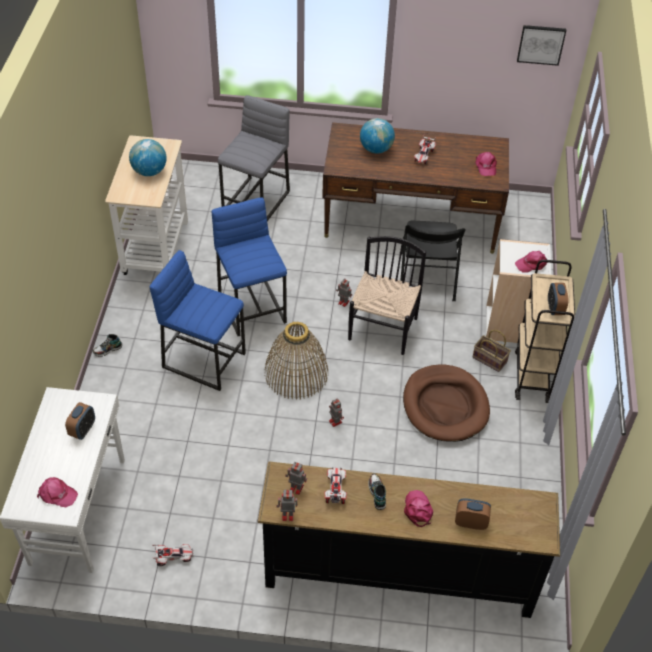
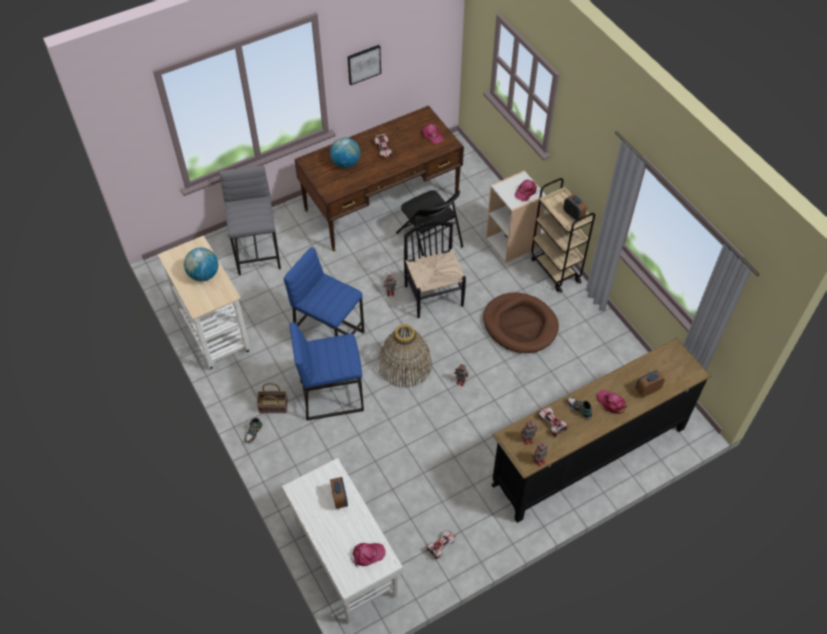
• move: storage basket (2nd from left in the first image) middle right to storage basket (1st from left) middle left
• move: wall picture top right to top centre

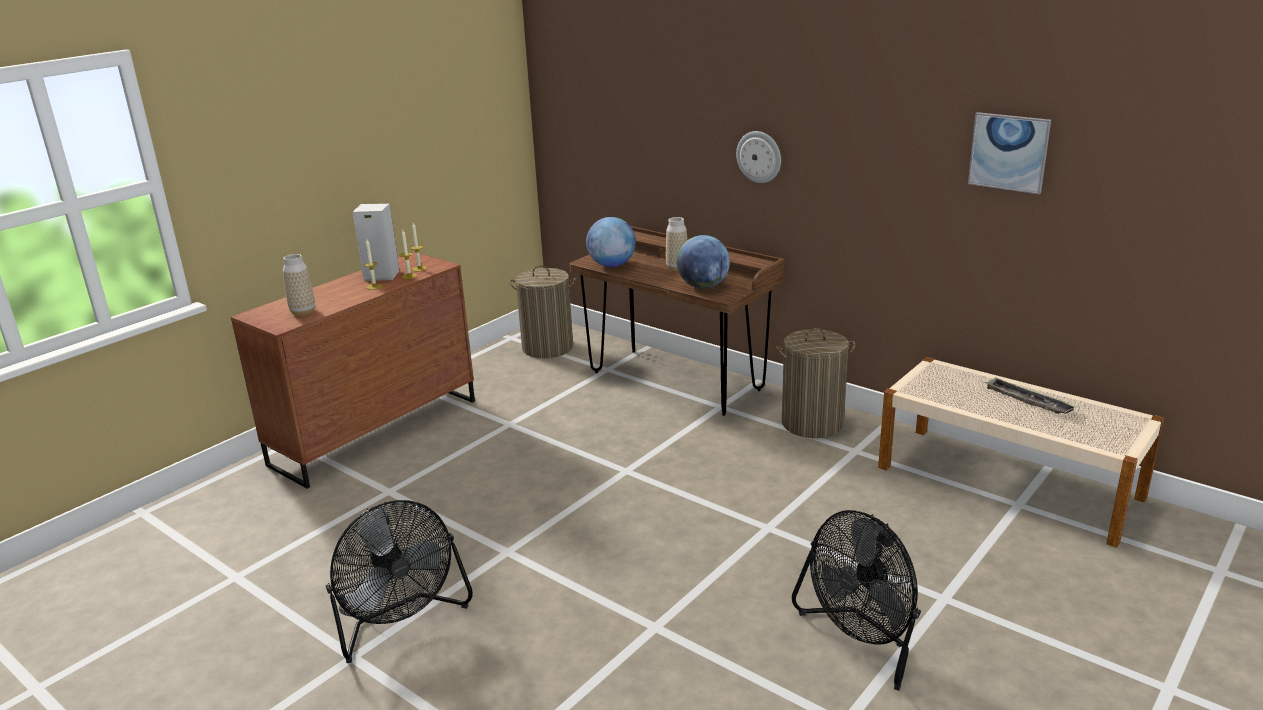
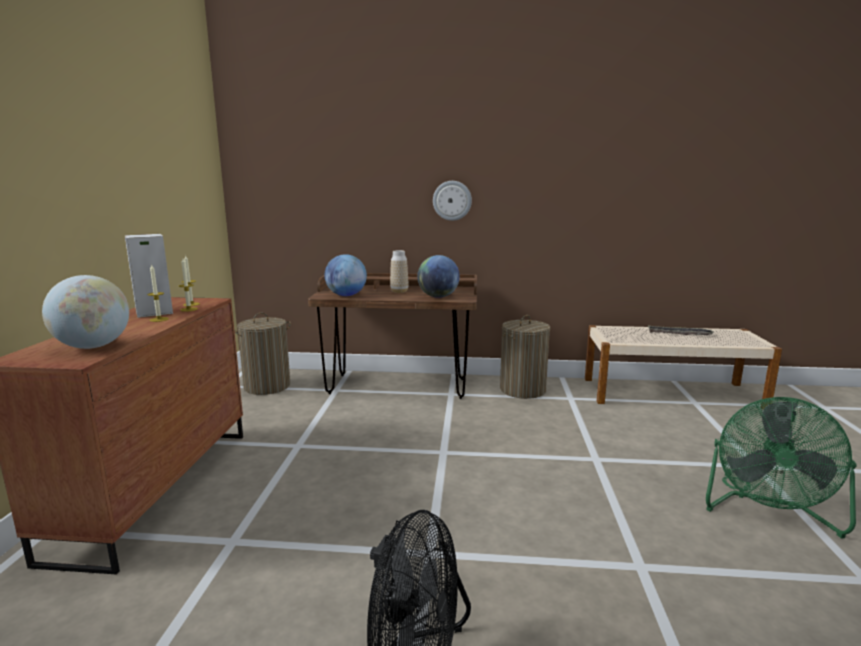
• delete: wall picture top right
• replace: flower vase (1st from left) middle left to globe (1st from left) middle left
• recolor: blackish electric fan (2nd from left) bottom right to green electric fan bottom right

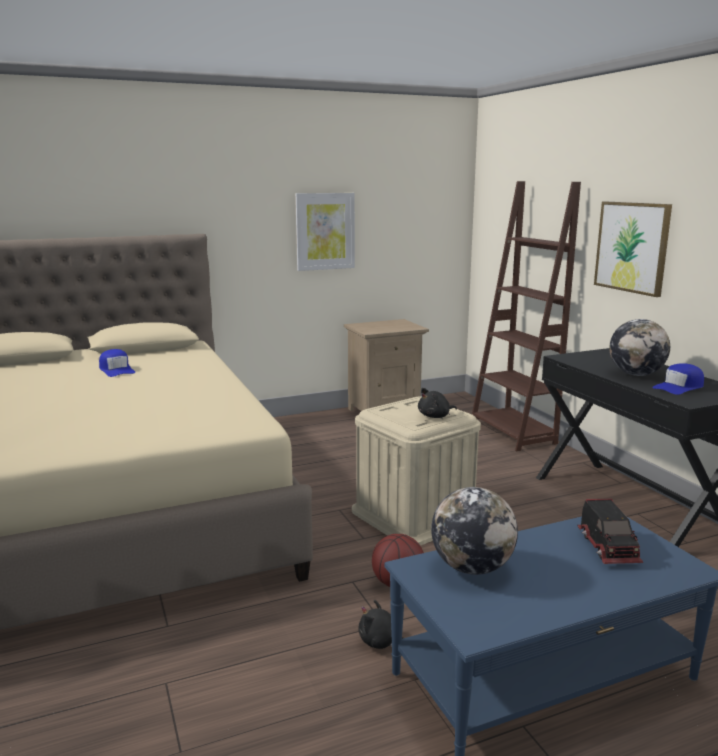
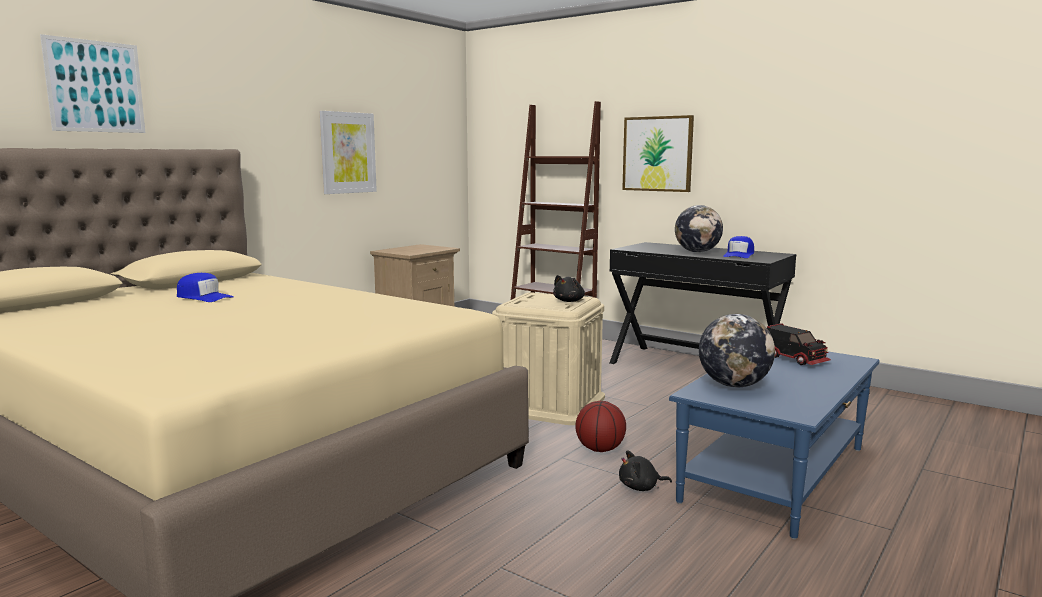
• insert: wall picture (1st from left) top left

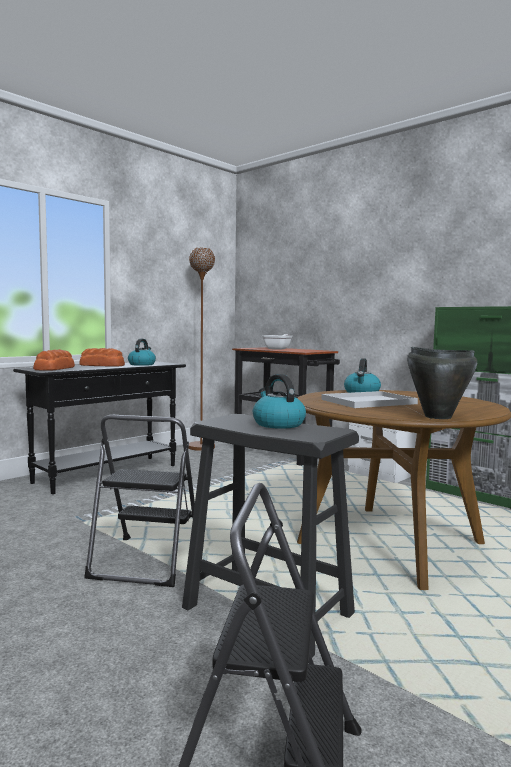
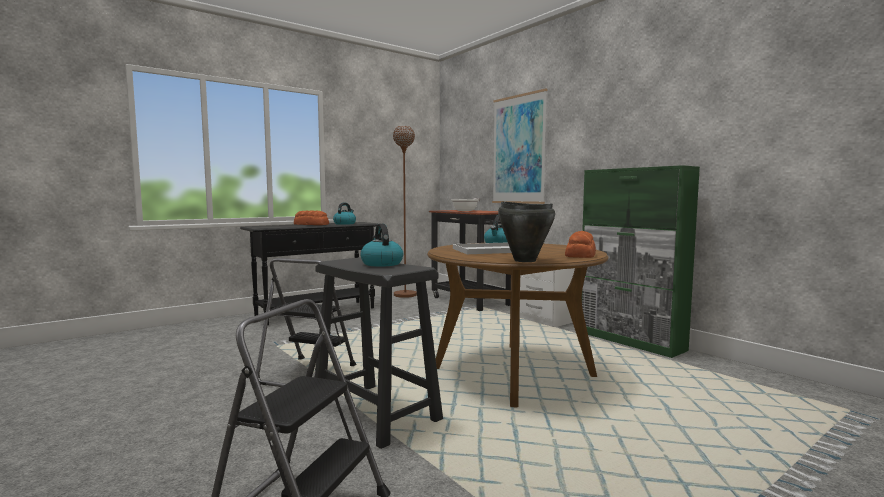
• insert: wall picture top centre
• move: baked bread (1st from left in the first image) middle left to baked bread (2nd from left) centre

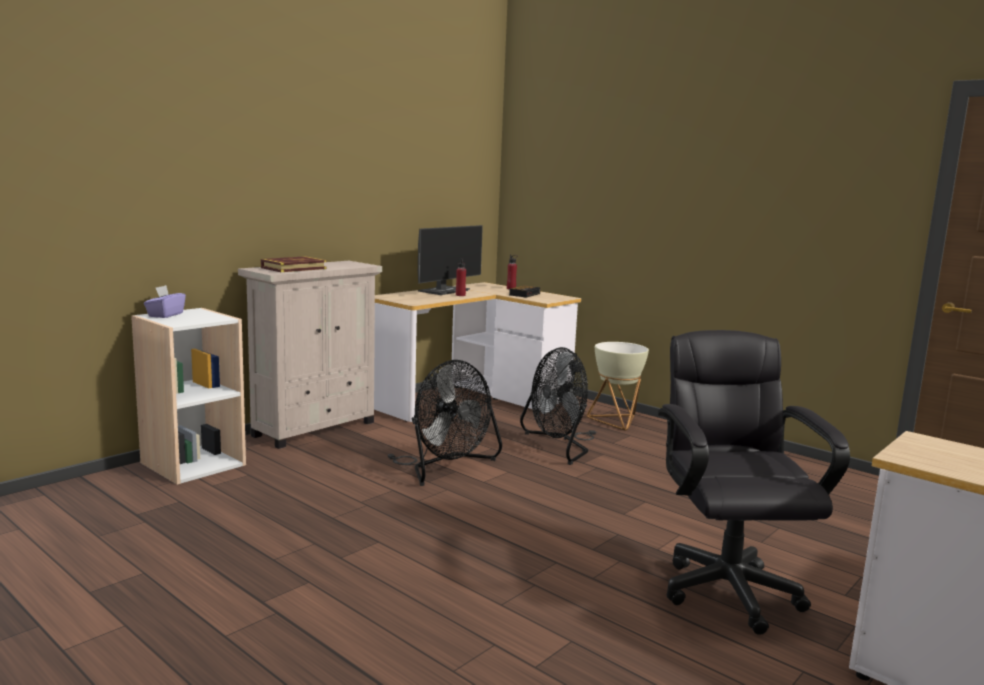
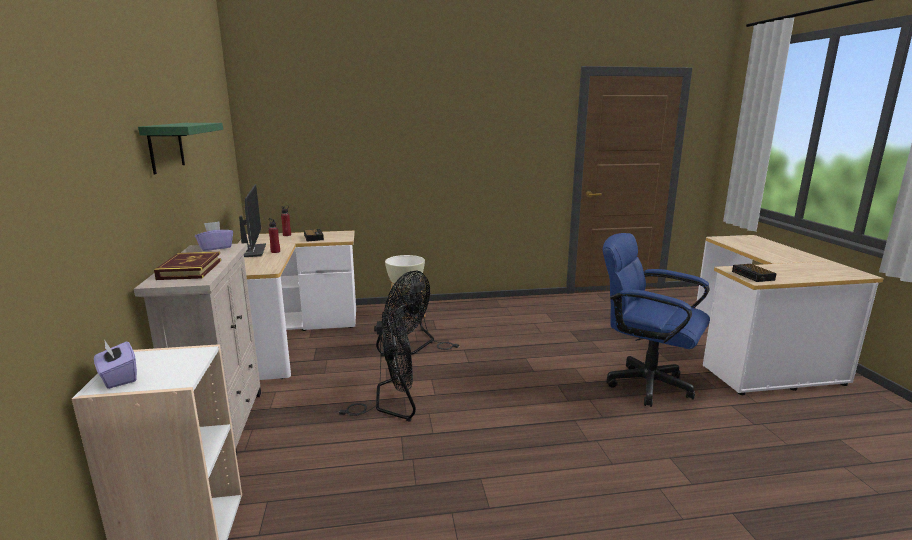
• insert: green bracket shelf top left
• insert: purplish tissue holder (2nd from left) middle left
• insert: table clock (2nd from left) middle right
• recolor: blackish desk chair bottom right to blue-coloured desk chair middle right
• rotate: blackish electric fan (2nd from left) centre = centre 105 degrees clockwise

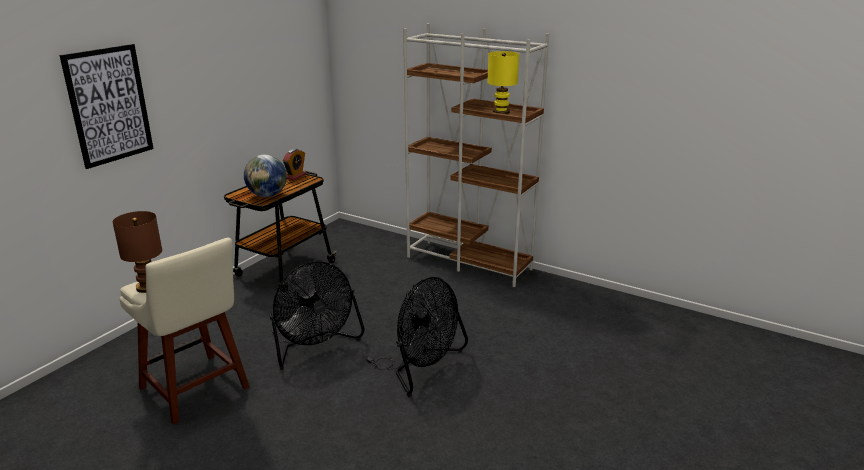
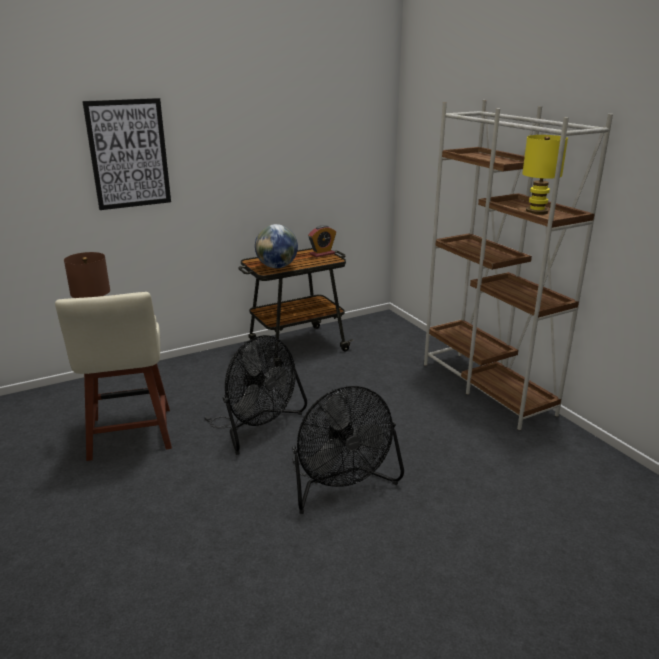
• rotate: blackish electric fan (1st from left) bottom centre = centre 45 degrees counterclockwise

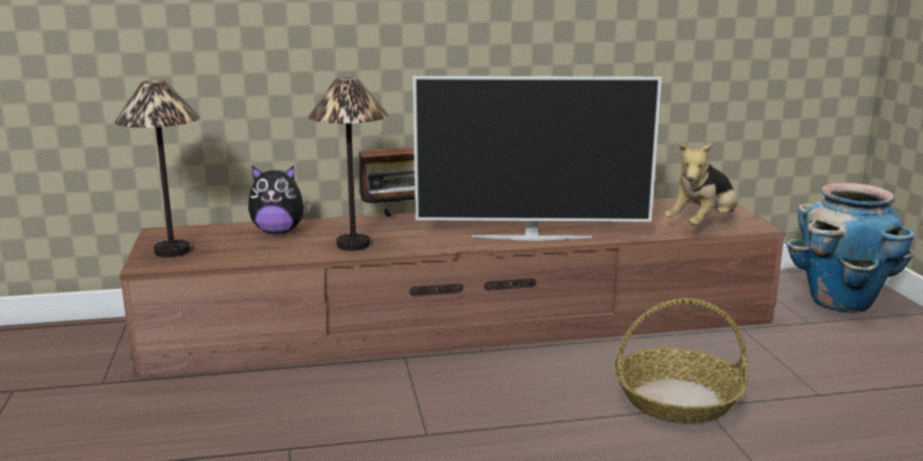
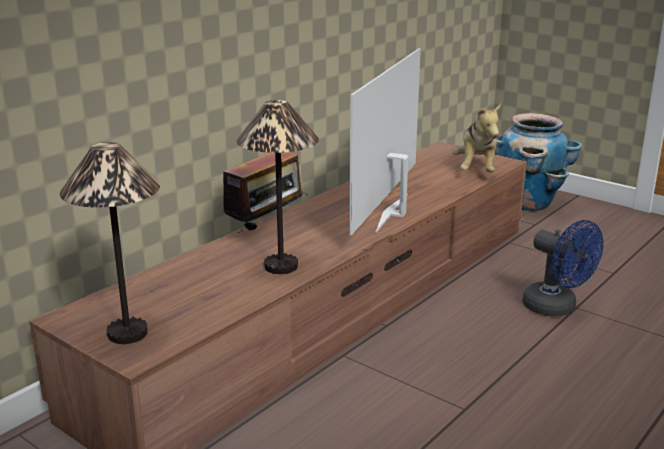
• delete: plush toy (1st from left) middle left
• replace: storage basket bottom right to blue-coloured electric fan middle right
• rotate: TV centre = top centre 150 degrees clockwise

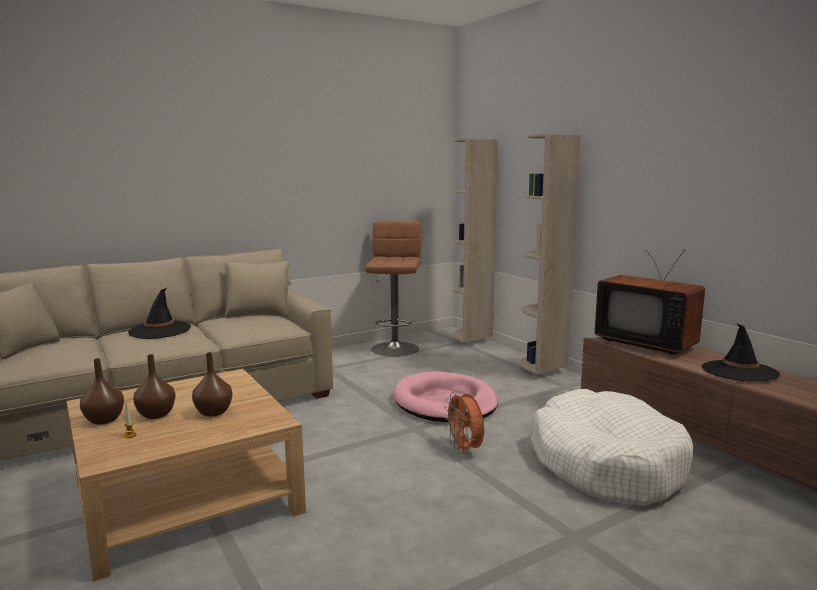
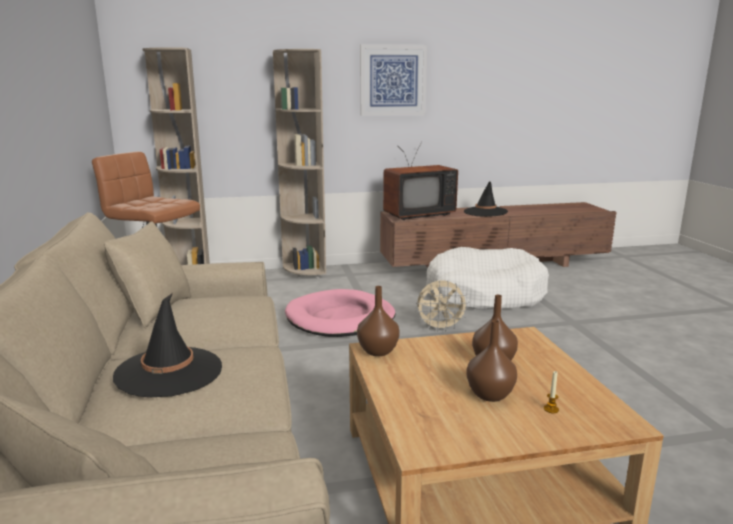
• insert: wall picture top centre
• move: brownish flower vase (1st from left) middle left to centre
• recolor: orange-coloured electric fan bottom centre to sand-coloured electric fan centre

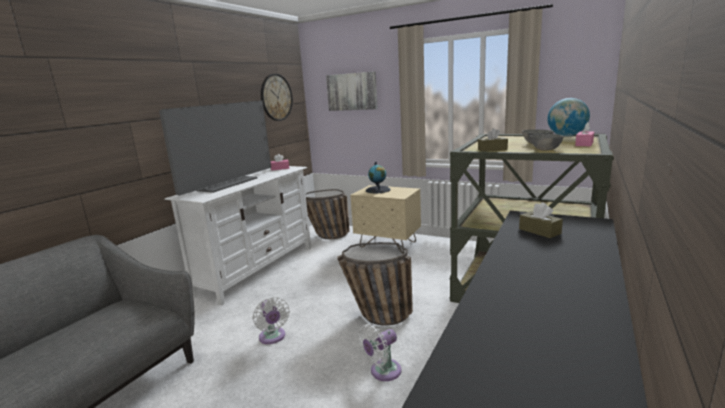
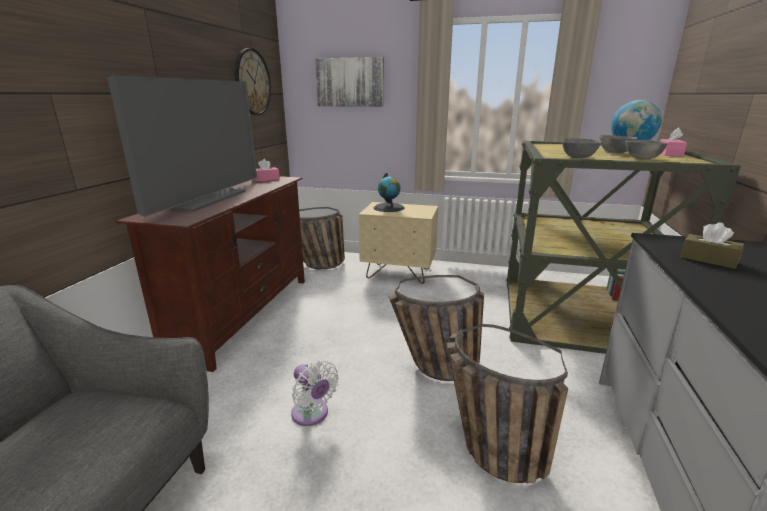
• replace: whitish electric fan (2nd from left) bottom centre to storage basket (3rd from left) bottom centre
• replace: brownish tissue holder (1st from left) middle right to greyish bowl (1st from left) top right
• recolor: whitish media console middle left to brownish media console middle left

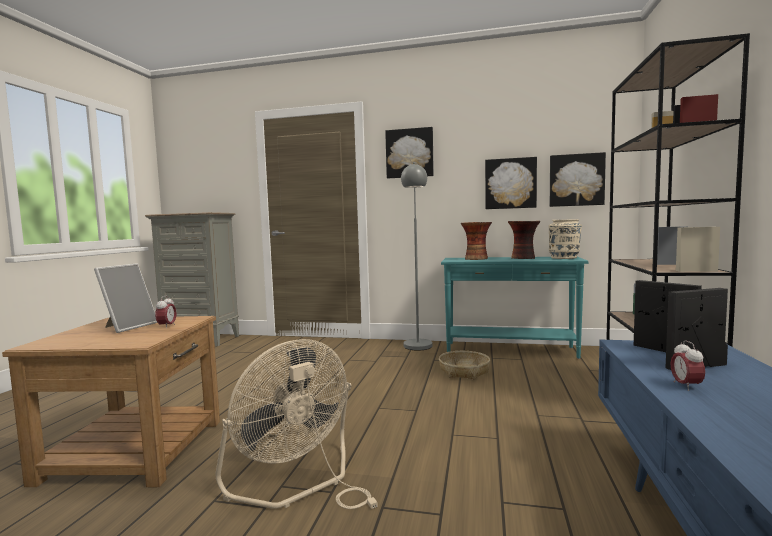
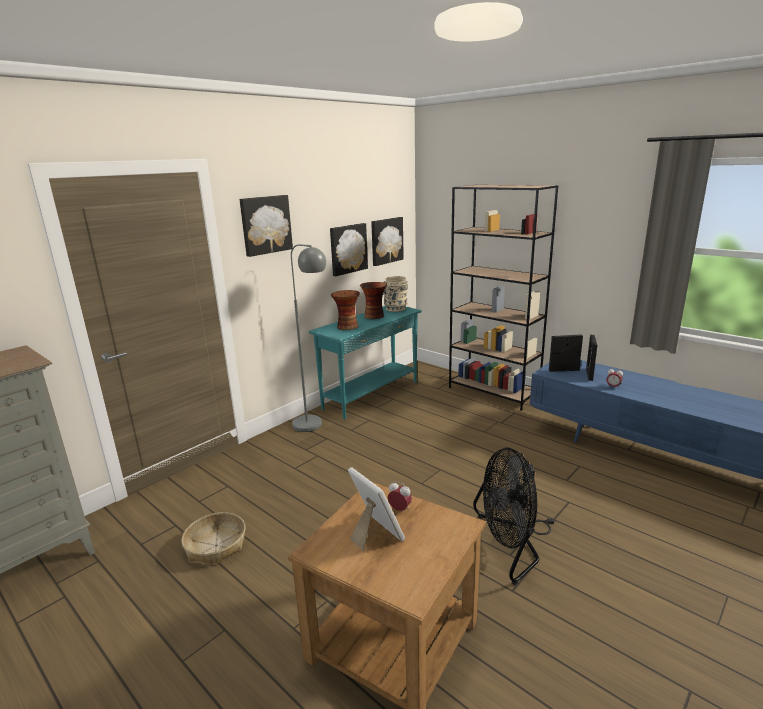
• move: storage basket bottom centre to bottom left
• recolor: sand-coloured electric fan bottom centre to blackish electric fan bottom right

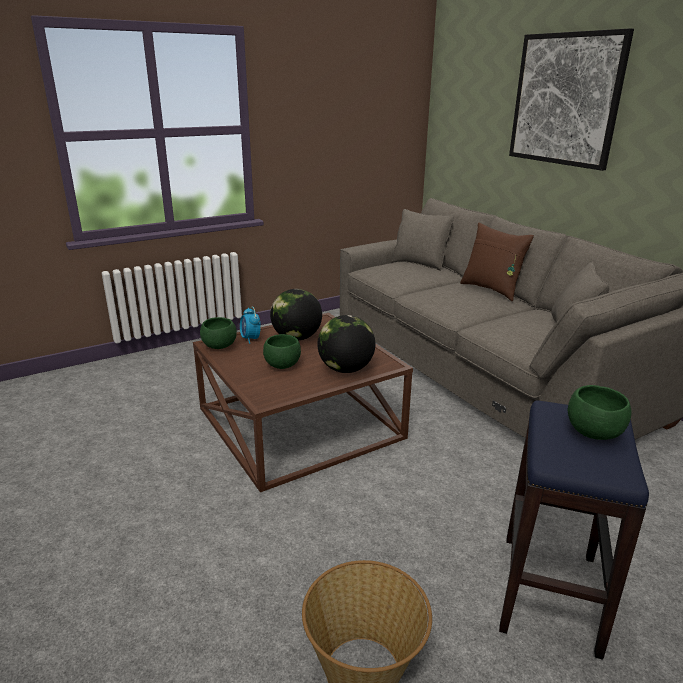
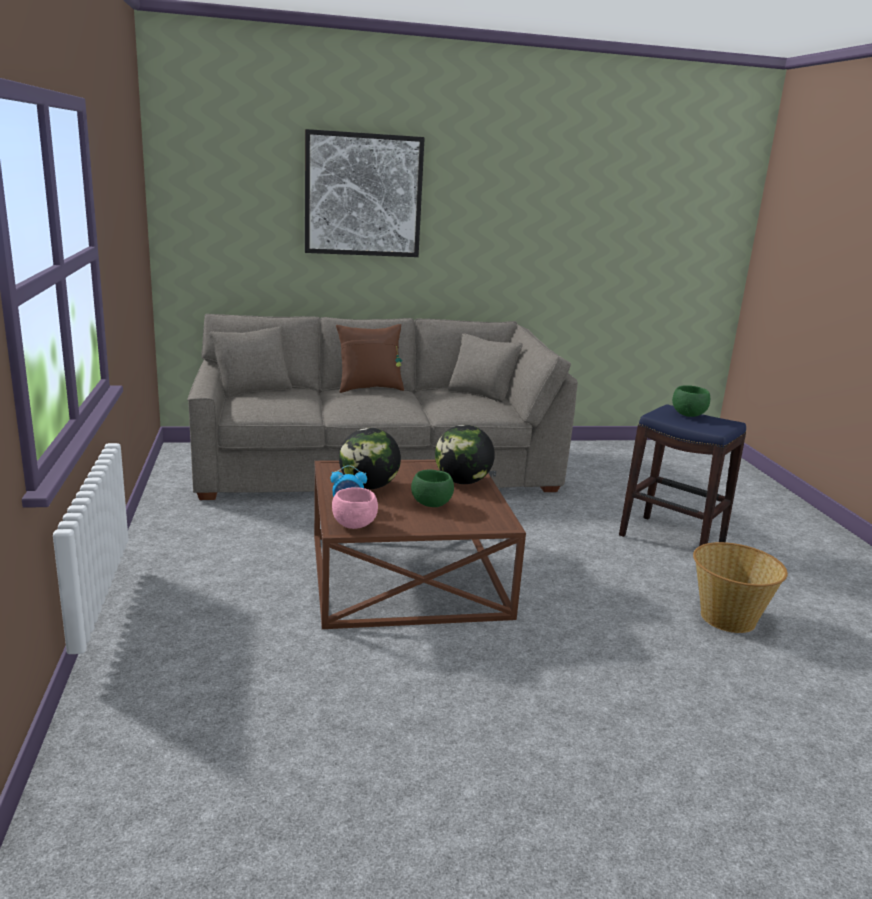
• recolor: green bowl (1st from left) middle left to pink-coloured bowl centre

